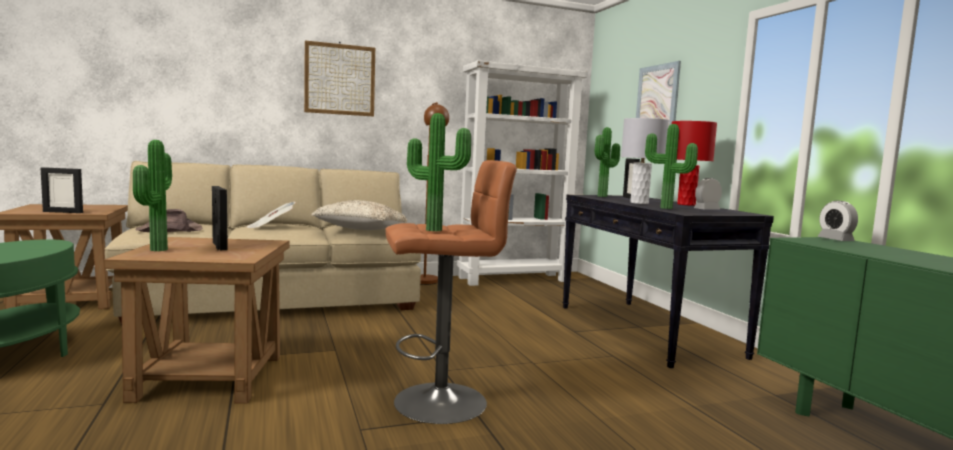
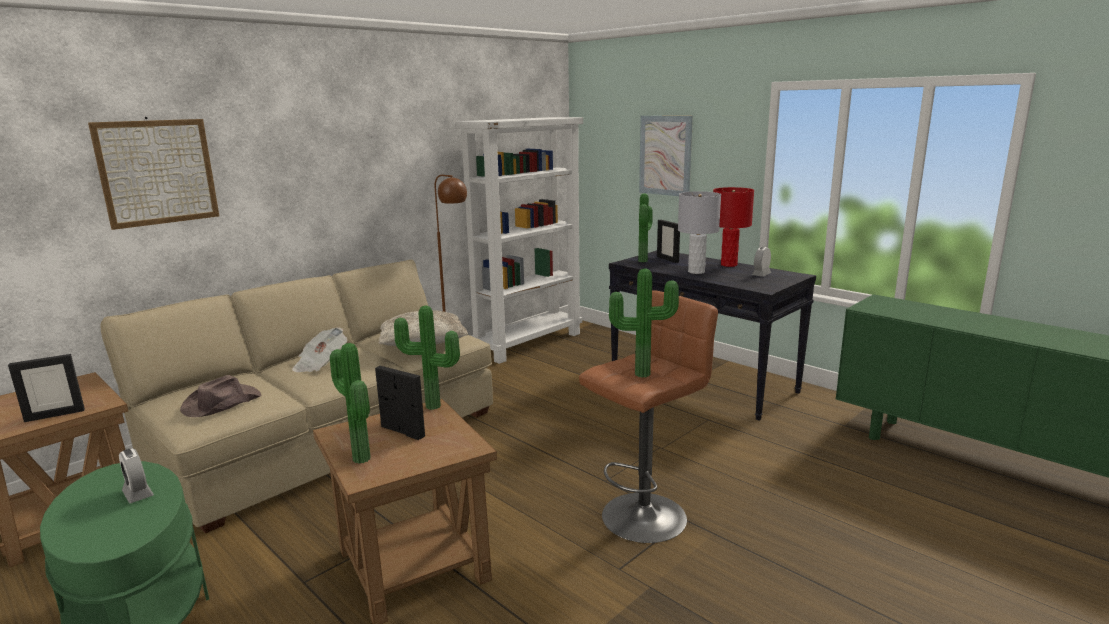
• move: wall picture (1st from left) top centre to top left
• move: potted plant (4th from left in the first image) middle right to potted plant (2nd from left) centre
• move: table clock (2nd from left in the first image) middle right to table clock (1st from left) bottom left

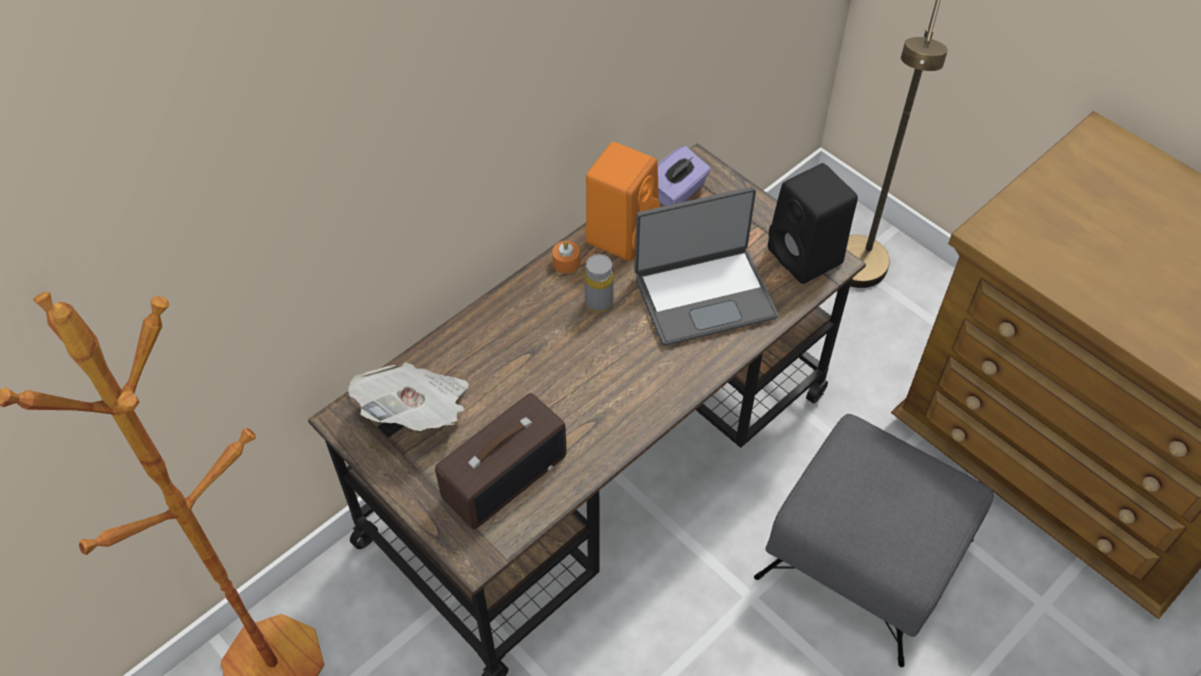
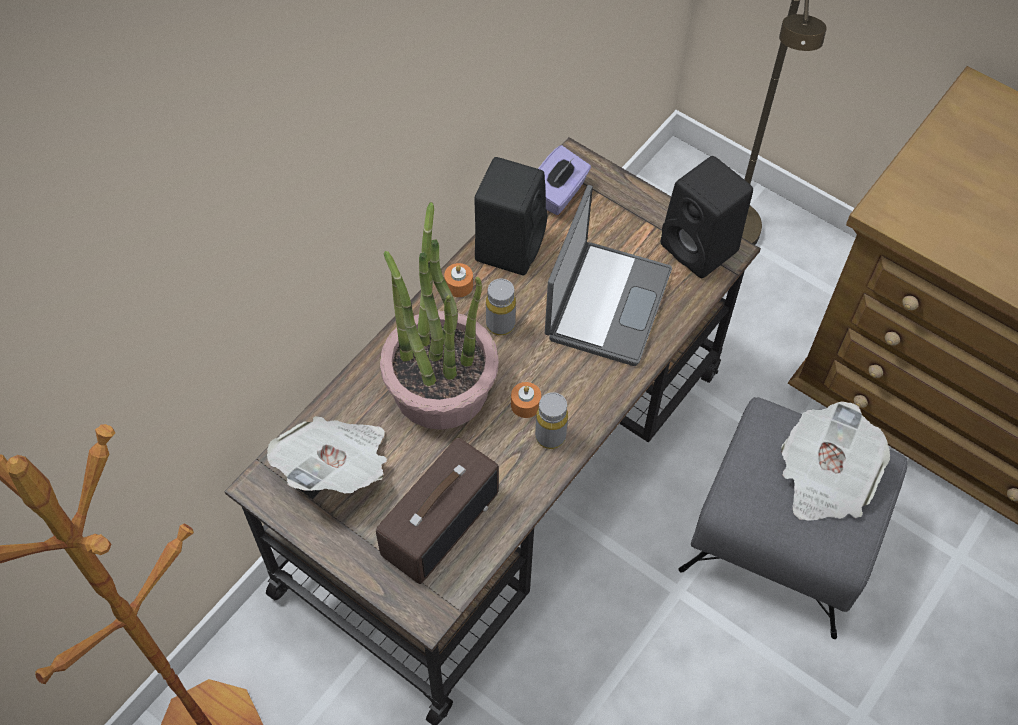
• insert: potted plant centre
• insert: orange-coloured wax candle (2nd from left) centre
• insert: greyish beverage bottle (2nd from left) centre
• insert: daily paper (2nd from left) middle right
• recolor: orange-coloured loudspeaker top centre to blackish loudspeaker (1st from left) top centre
• rotate: notebook computer centre = centre 45 degrees counterclockwise

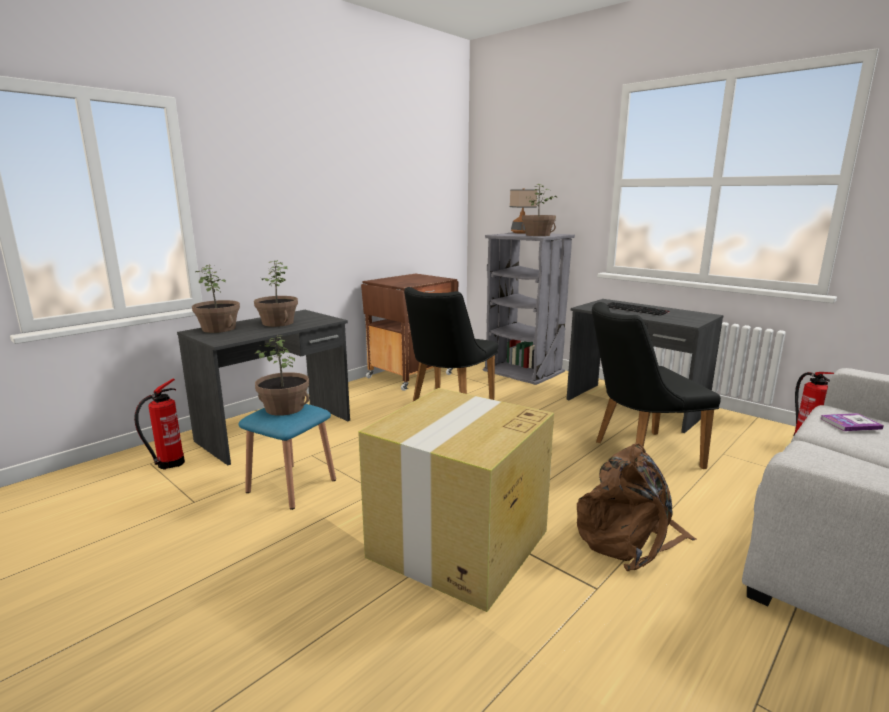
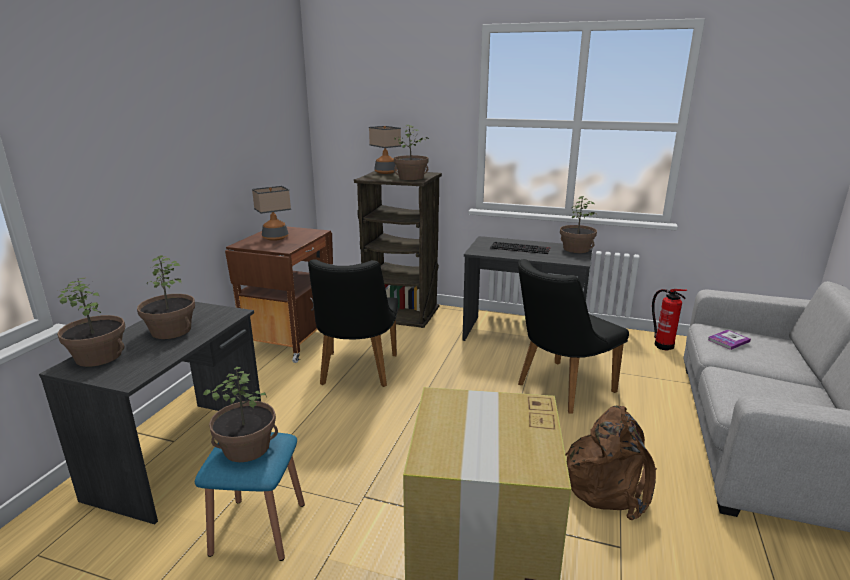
• delete: fire extinguisher (1st from left) middle left
• insert: lamp for a table (1st from left) middle left
• insert: potted plant (5th from left) middle right
• recolor: greyish shelving unit centre to brownish shelving unit centre

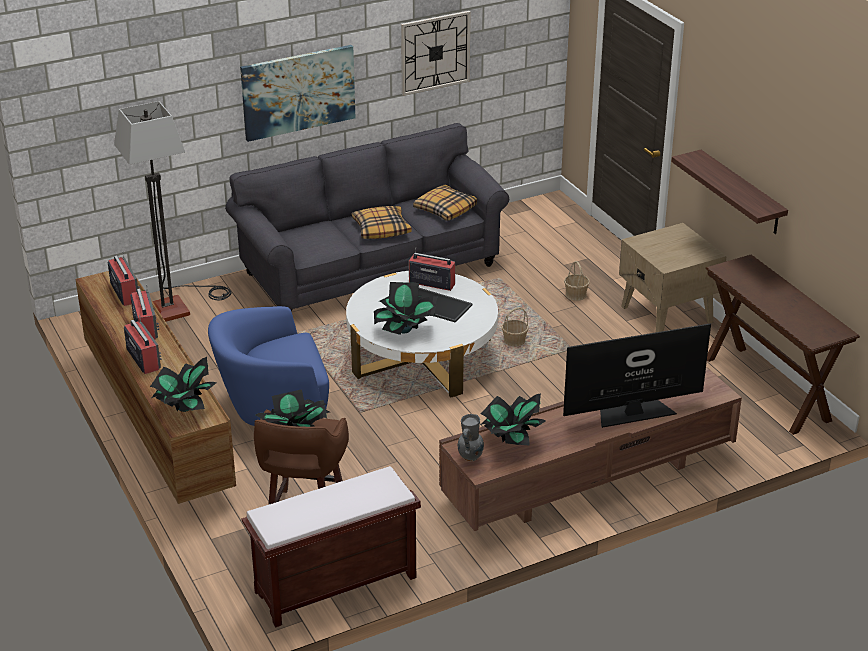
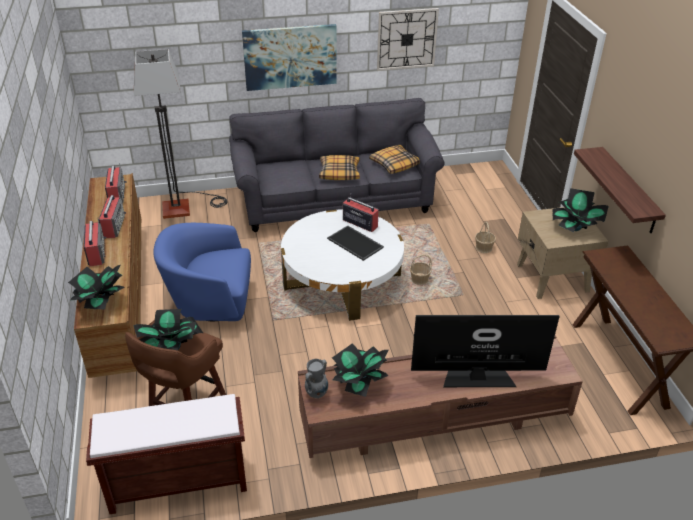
• move: potted plant (3rd from left in the first image) centre to potted plant (4th from left) middle right

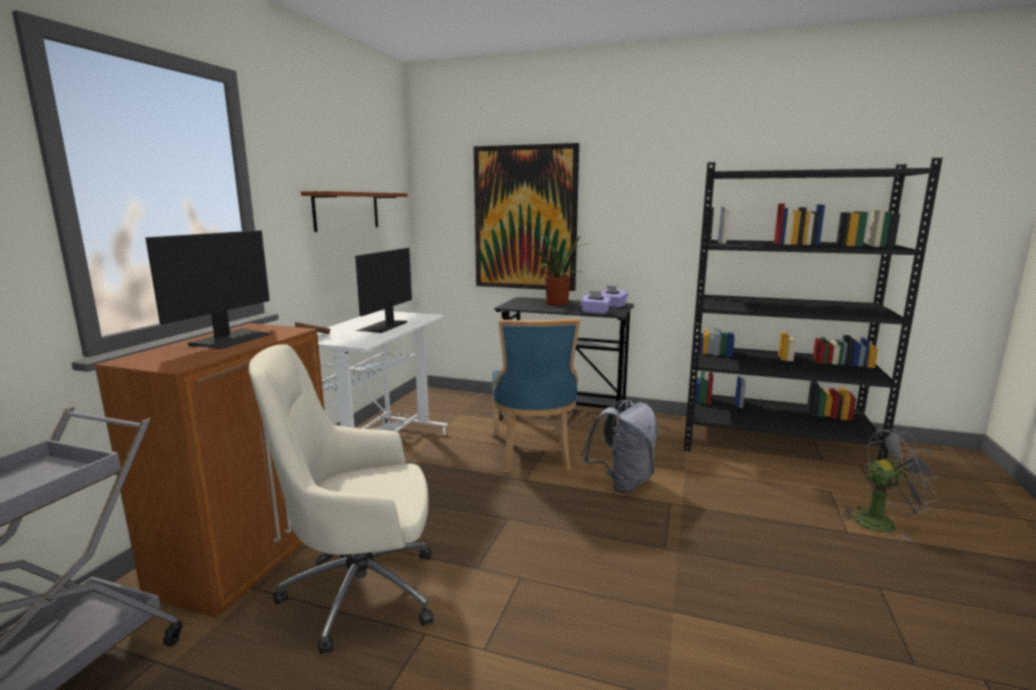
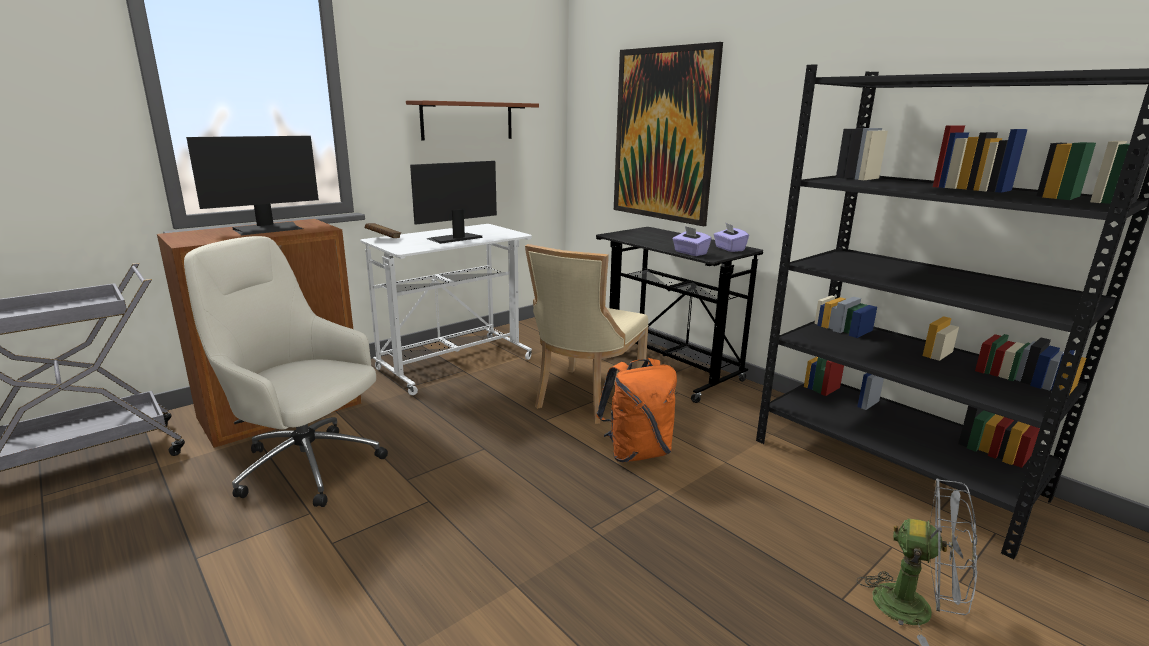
• delete: potted plant centre
• recolor: blue-coloured upright chair centre to sand-coloured upright chair centre
• recolor: greyish knapsack centre to orange-coloured knapsack centre

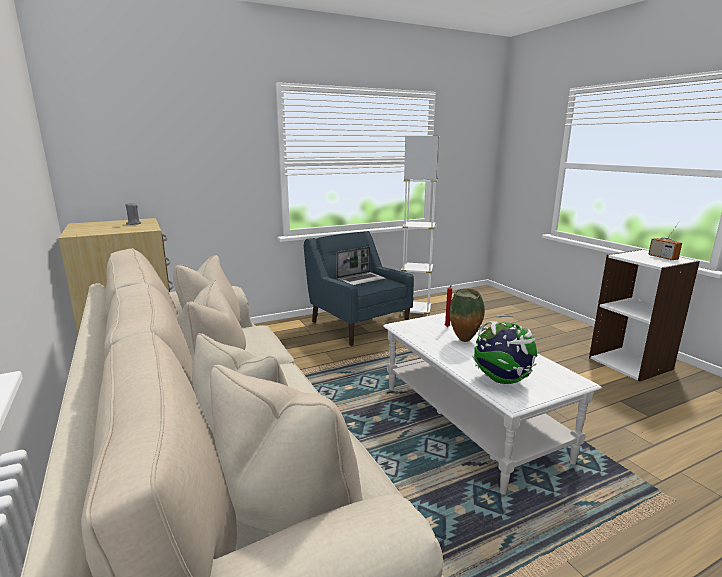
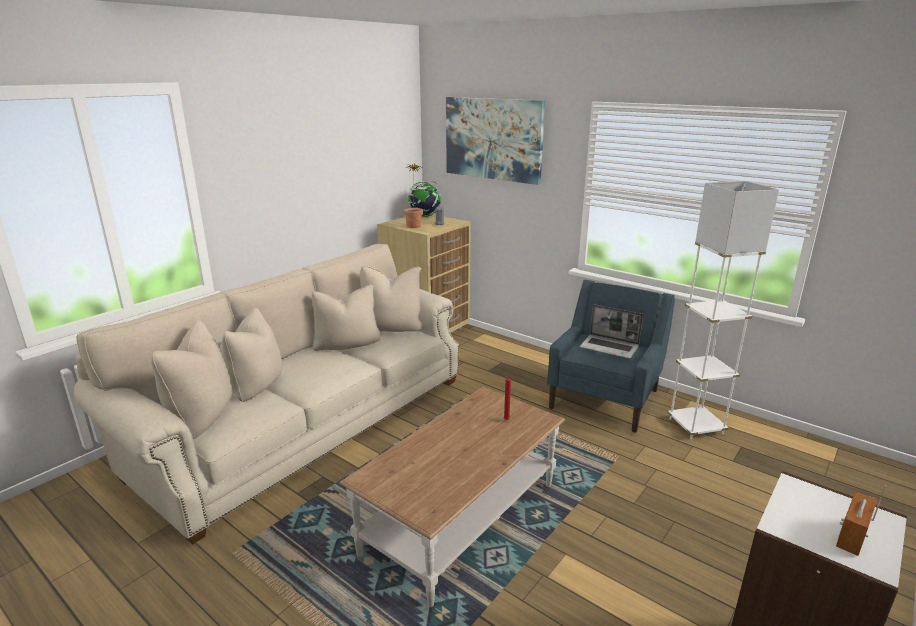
• delete: flower vase centre
• insert: potted plant top centre
• insert: wall picture top centre
• move: globe middle right to top centre
• recolor: whitish coffee table bottom right to brownish coffee table bottom centre

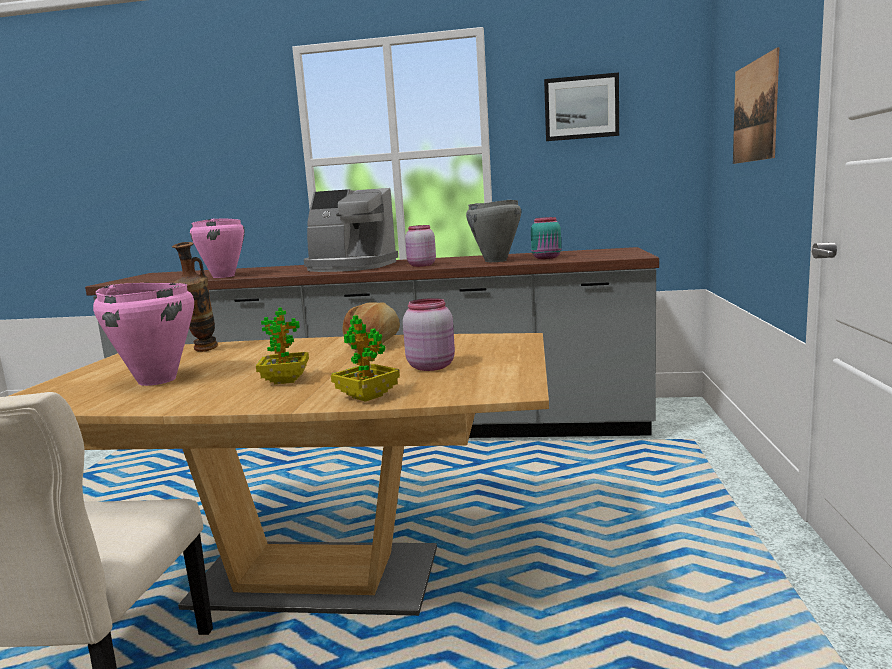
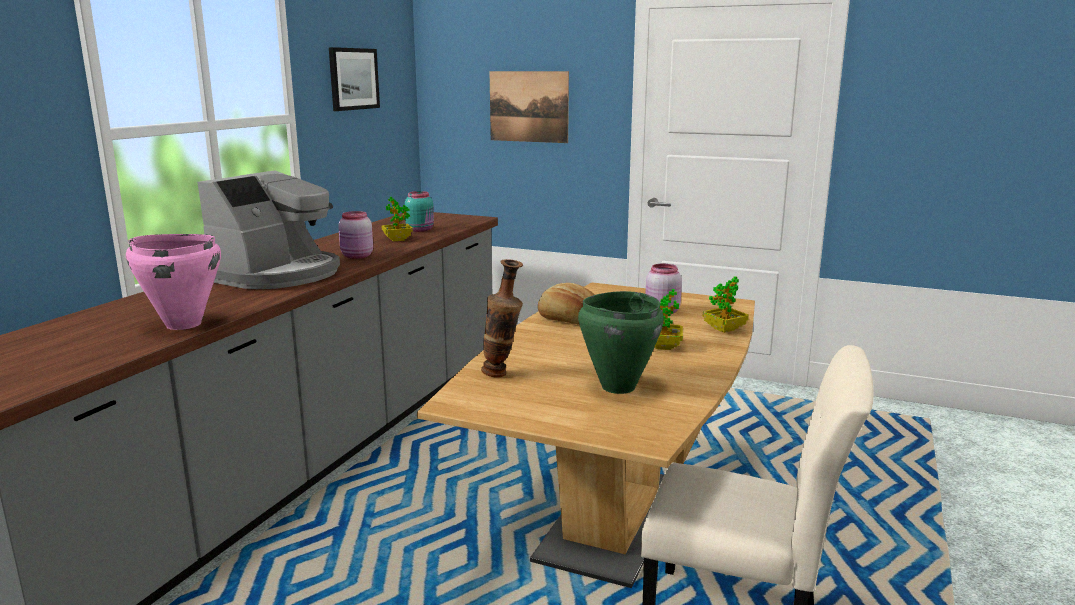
• replace: greyish saucepot centre to potted plant (1st from left) centre
• recolor: pink-coloured saucepot (1st from left) middle left to green saucepot centre

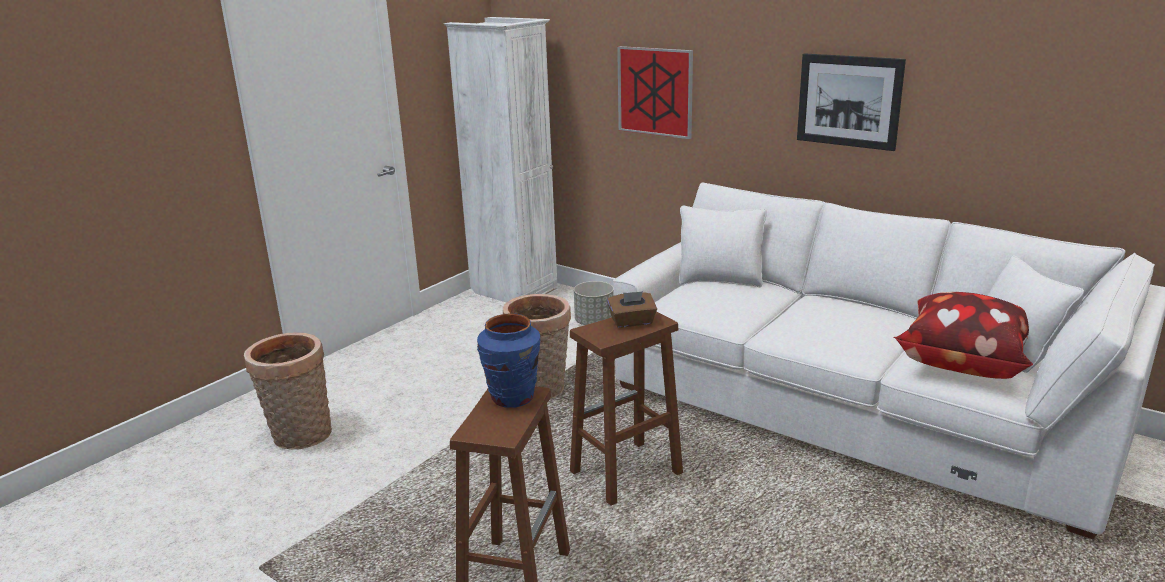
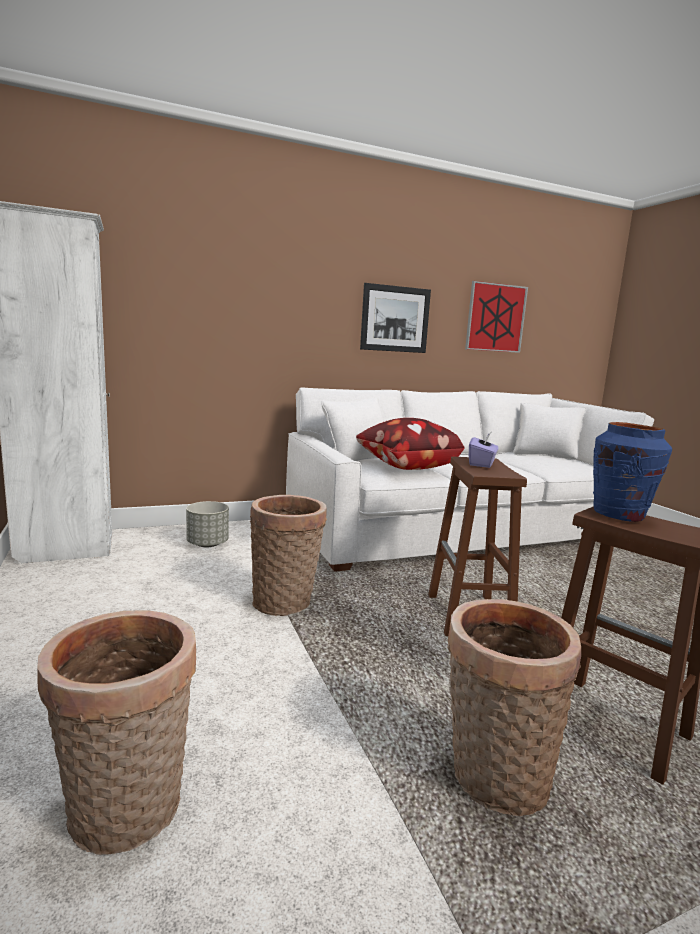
• insert: storage basket (3rd from left) bottom right
• move: wall picture (1st from left in the first image) top centre to wall picture (2nd from left) middle right
• move: throw pillow middle right to centre
• recolor: brownish tissue holder centre to purplish tissue holder middle right

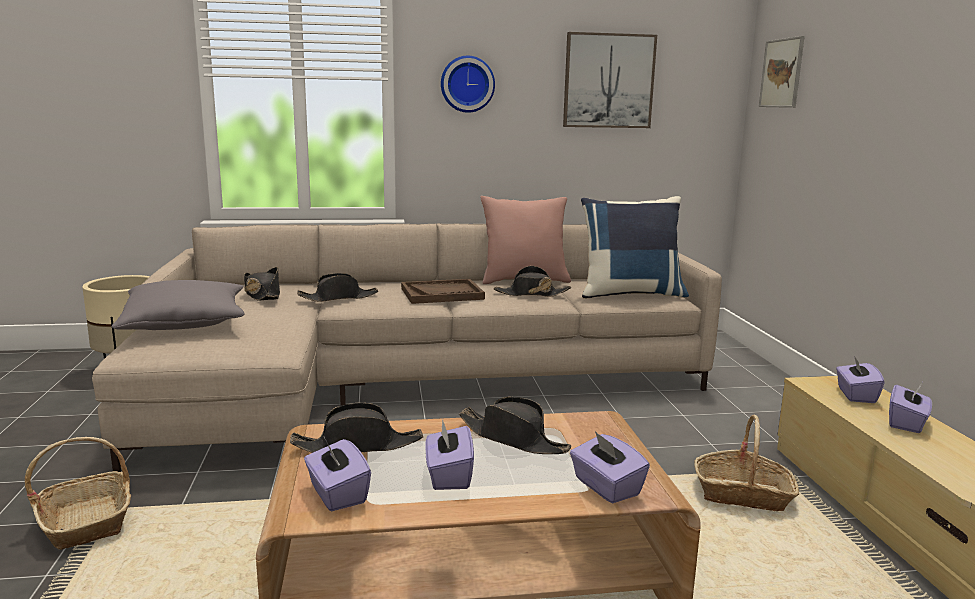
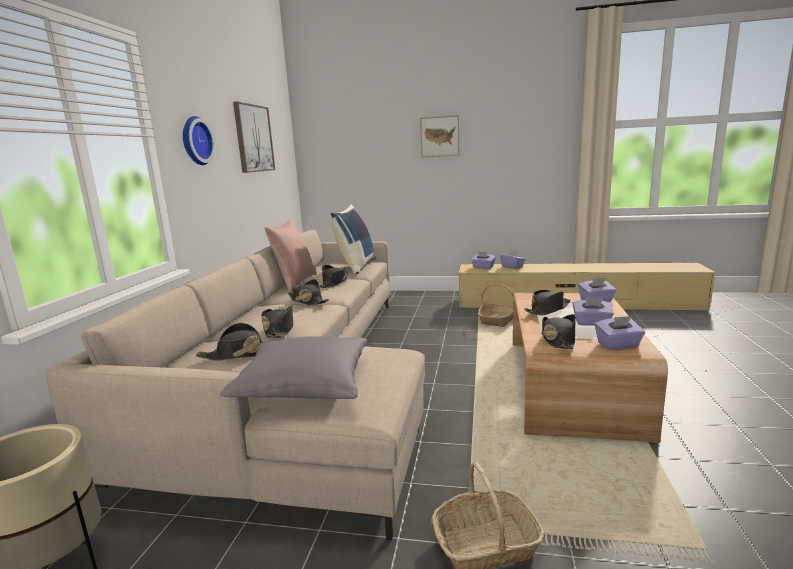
• move: wall picture (2nd from left) top right to top centre
• replace: brownish carrying tray centre to blackish wearable hat (3rd from left) centre

